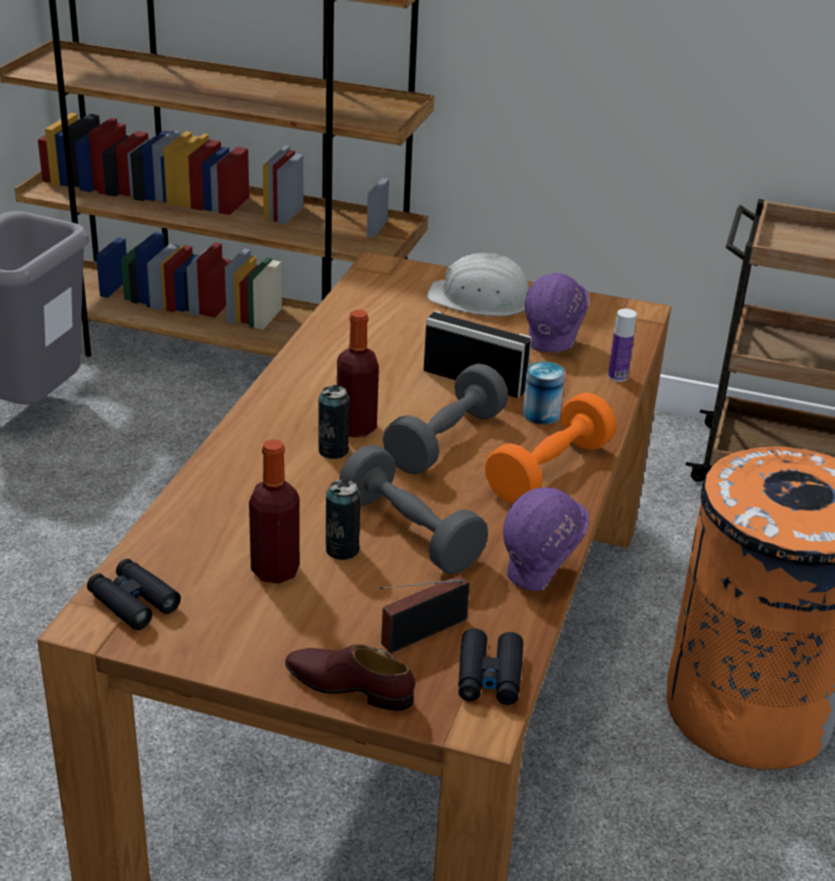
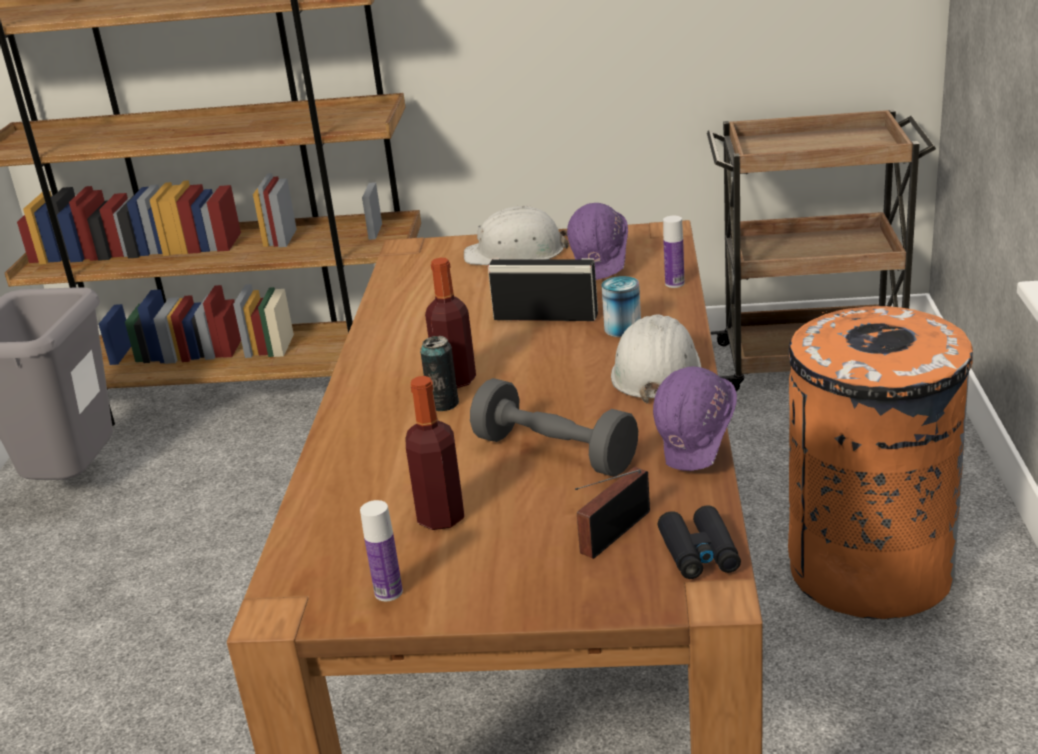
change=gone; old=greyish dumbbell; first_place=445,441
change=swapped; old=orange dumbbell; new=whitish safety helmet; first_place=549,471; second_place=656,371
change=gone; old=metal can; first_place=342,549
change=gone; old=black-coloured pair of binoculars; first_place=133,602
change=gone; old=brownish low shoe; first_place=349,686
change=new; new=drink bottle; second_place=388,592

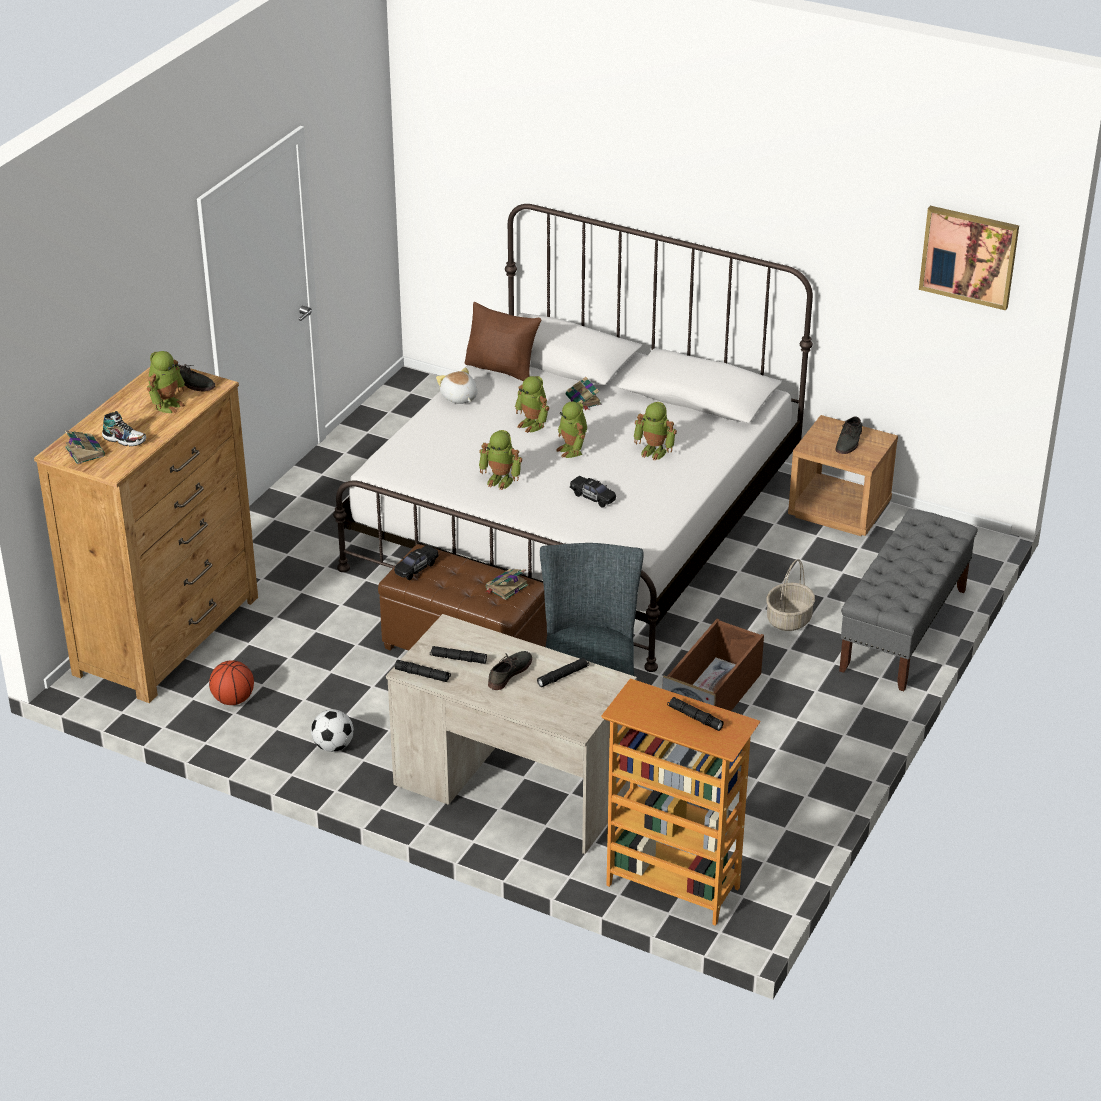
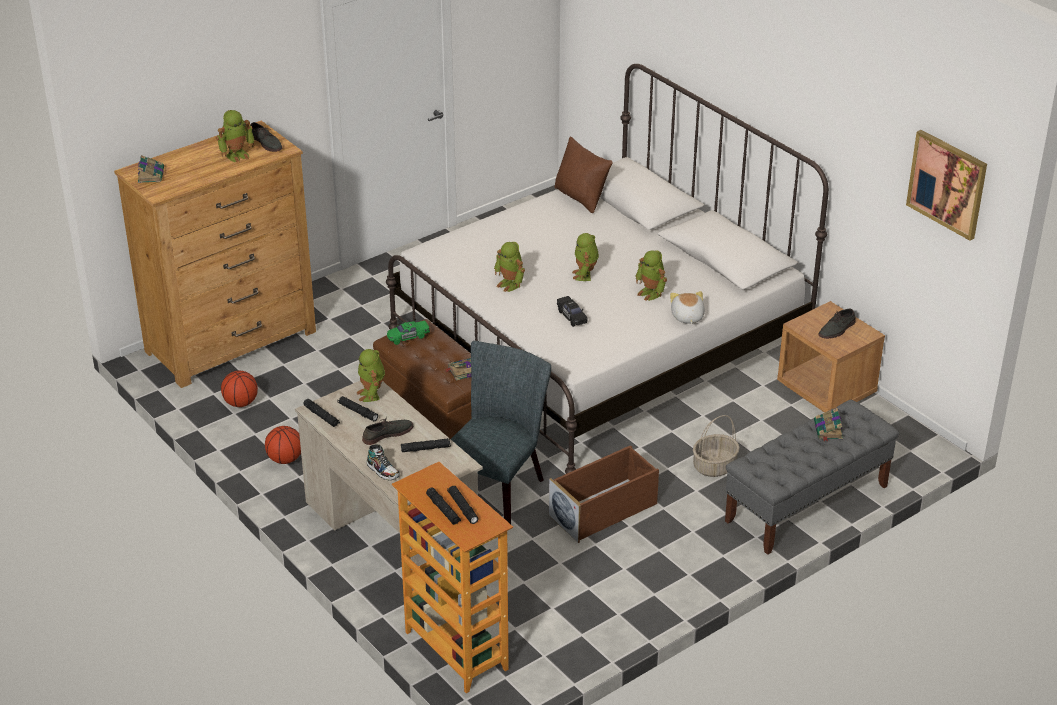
change=shifted; old=cuddly toy; first_place=459,398; second_place=687,317
change=shifted; old=toy robot; first_place=533,424; second_place=372,394
change=shifted; old=volume; first_place=583,400; second_place=828,430
change=shifted; old=low shoe; first_place=124,439; second_place=383,471
change=repainted; old=black-coloured toy car; new=green-coloured toy car; first_place=416,568; second_place=408,337
change=swapped; old=football; new=basketball; first_place=333,746; second_place=285,459
change=new; new=black-coloured torch; second_place=443,510

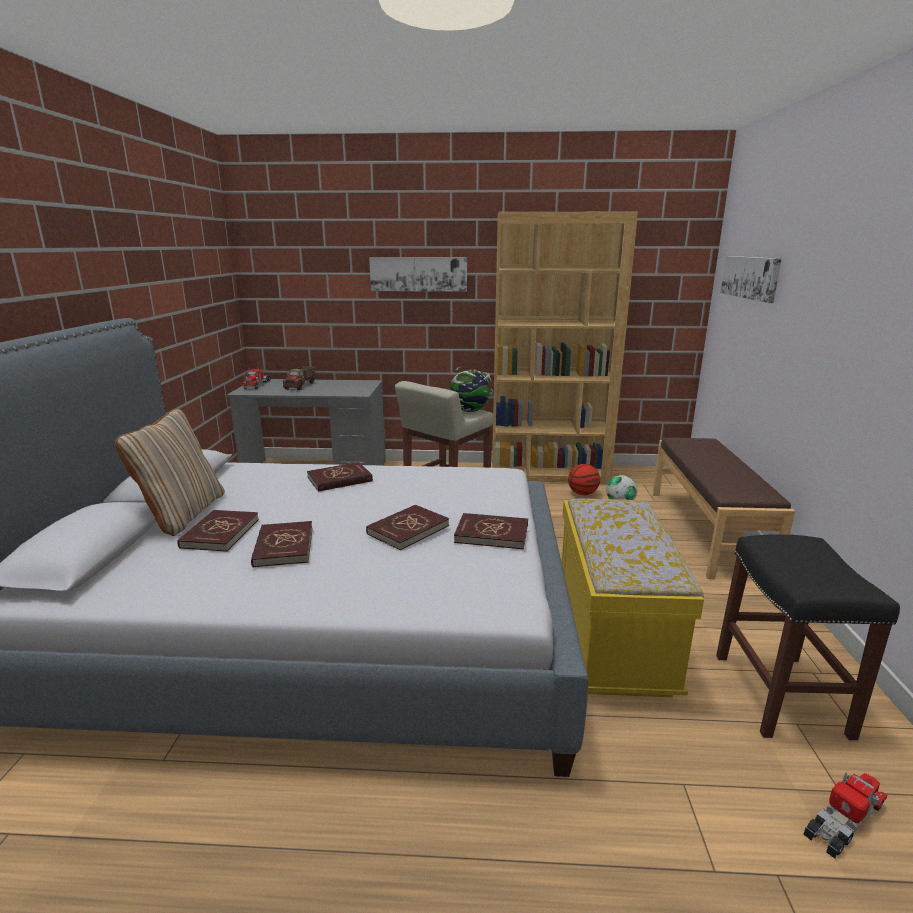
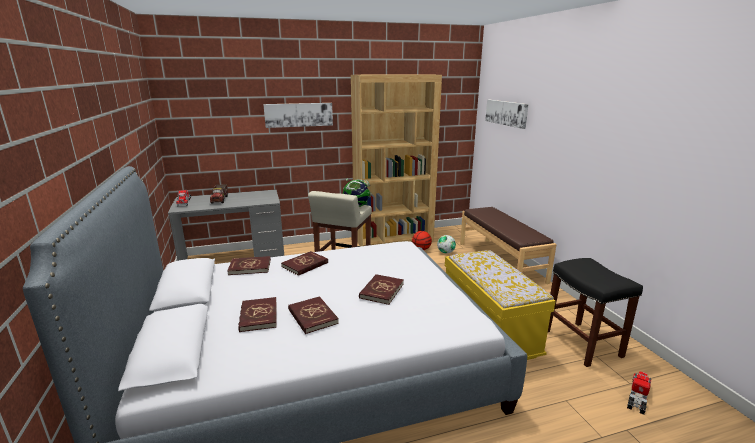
change=gone; old=sand-coloured pillow; first_place=182,514
change=shifted; old=red-coloured volume; first_place=492,534; second_place=250,267

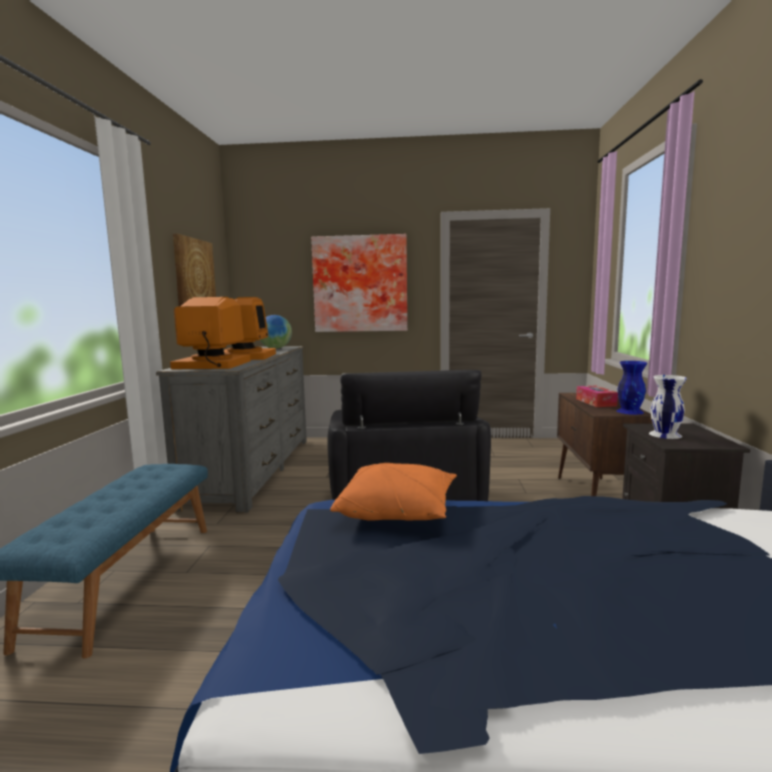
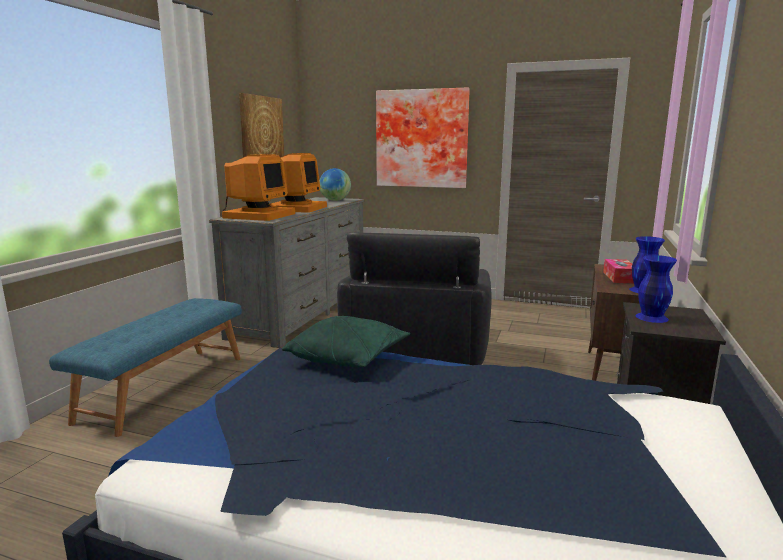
change=rotated; old=monitor; first_place=211,365; second_place=258,215; degrees=90
change=repainted; old=whitish vase; new=blue vase; first_place=664,434; second_place=651,317
change=repainted; old=orange pillow; new=green-coloured pillow; first_place=398,511; second_place=348,358

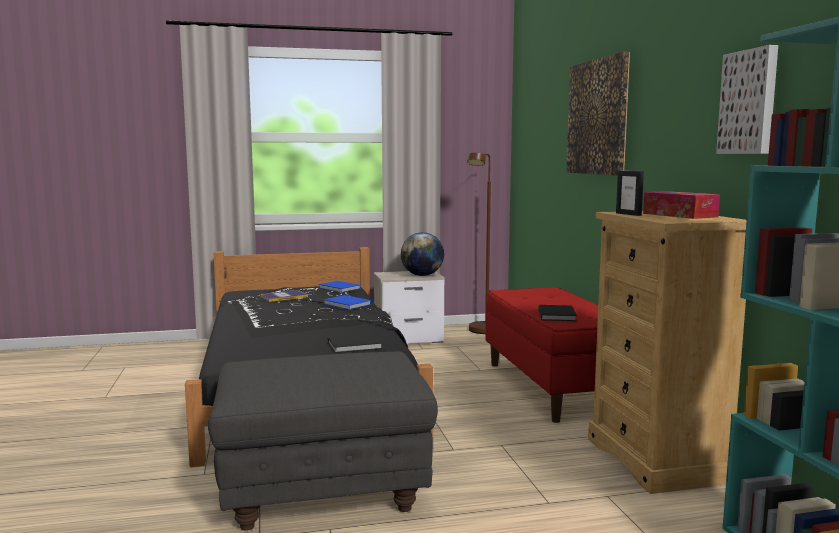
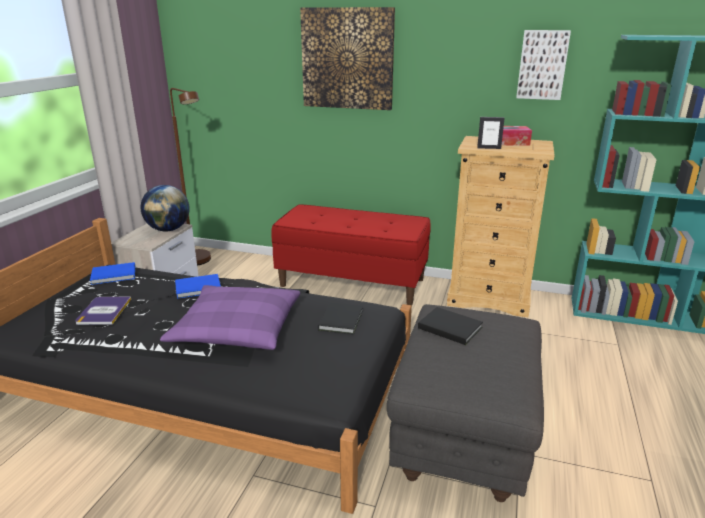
change=shifted; old=black-coloured volume; first_place=557,315; second_place=449,327
change=new; new=purplish pillow; second_place=237,329

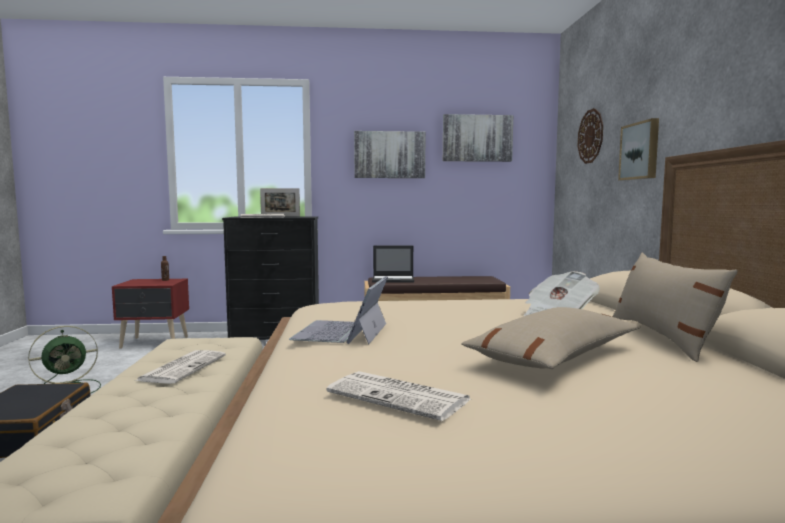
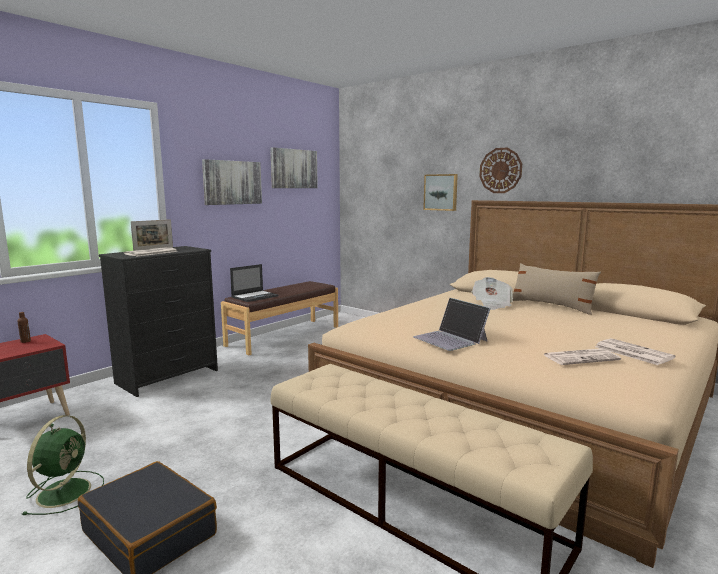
change=shifted; old=clock on the wall; first_place=590,136; second_place=500,170
change=gone; old=sand-coloured pillow; first_place=554,357
change=shifted; old=newspaper; first_place=183,367; second_place=632,352

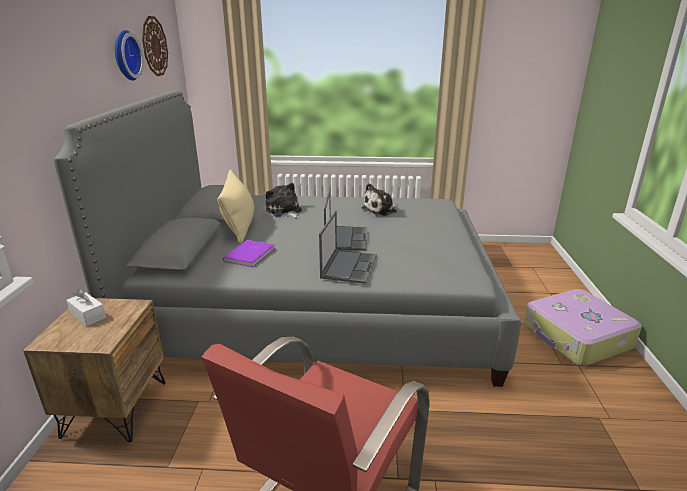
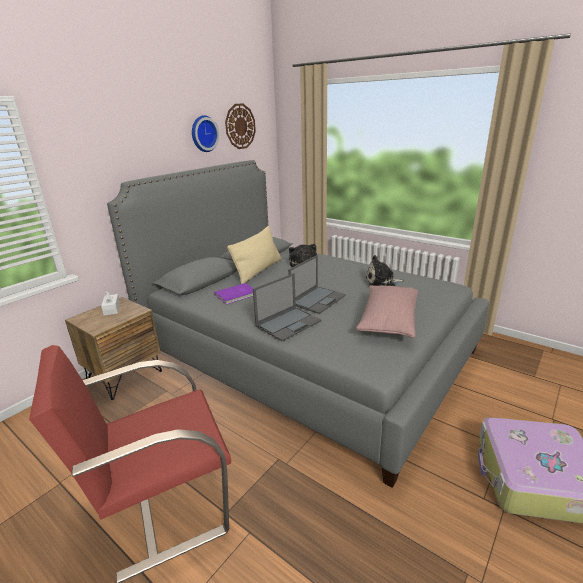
change=new; new=pink-coloured pillow; second_place=388,321

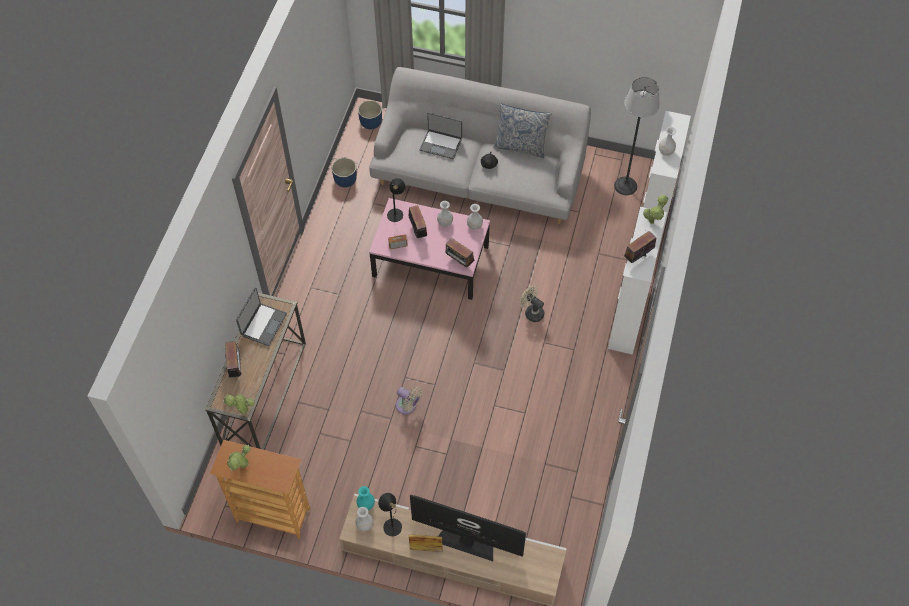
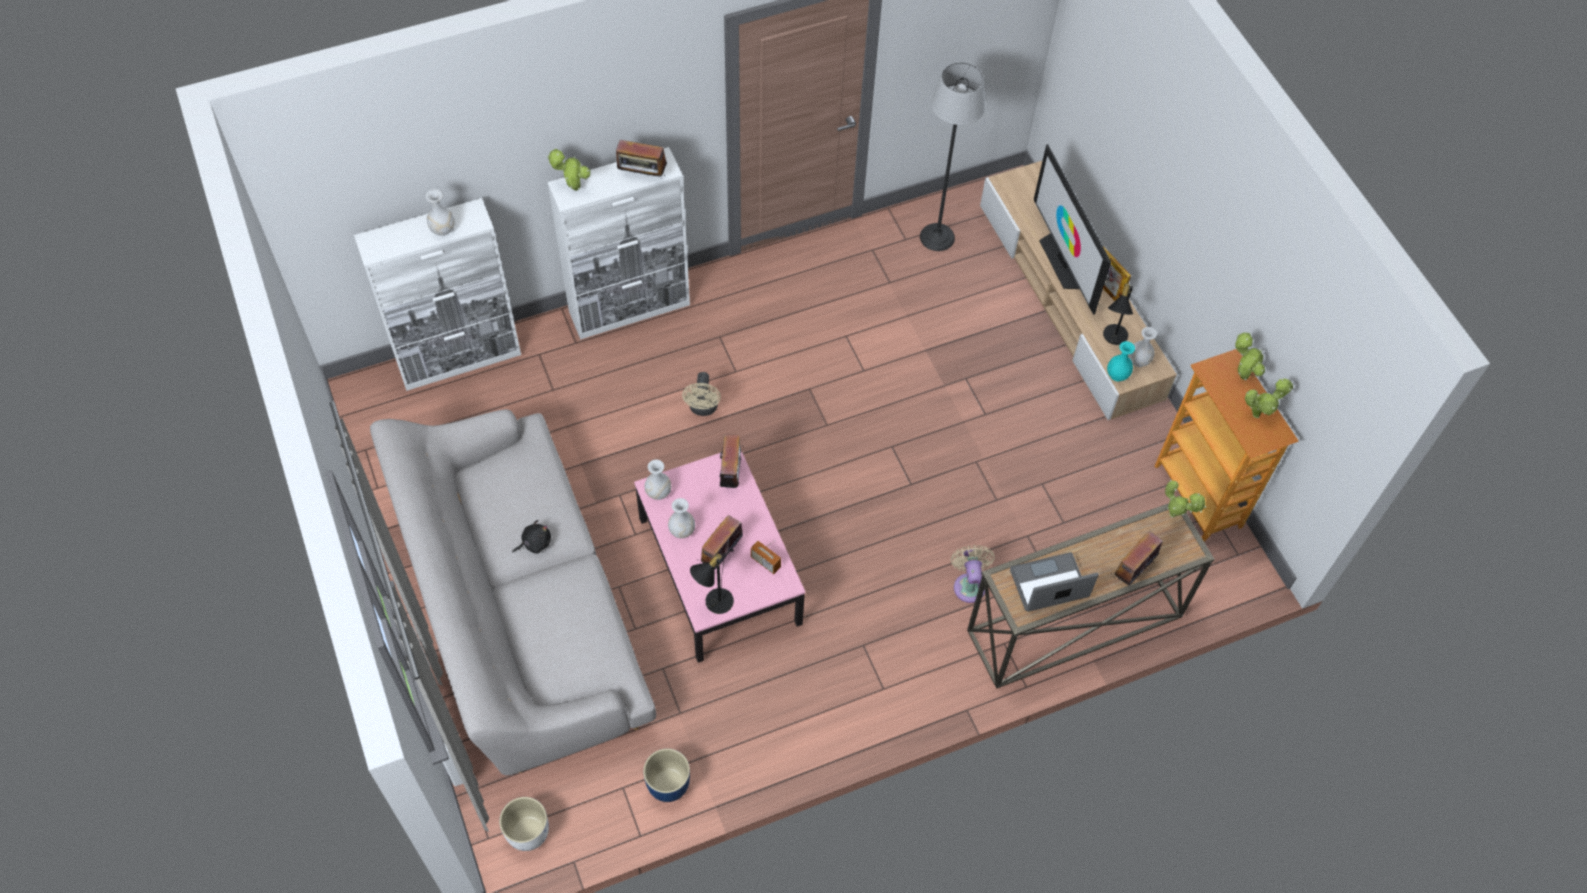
change=shifted; old=standard lamp; first_place=625,185; second_place=937,237
change=repainted; old=blue flower pot; new=whitish flower pot; first_place=371,122; second_place=527,832
change=gone; old=pillow; first_place=520,146
change=gone; old=notebook computer; first_place=441,144
change=shifted; old=sand-coloured electric fan; first_place=408,406; second_place=969,584
change=new; new=potted plant; second_place=1242,375

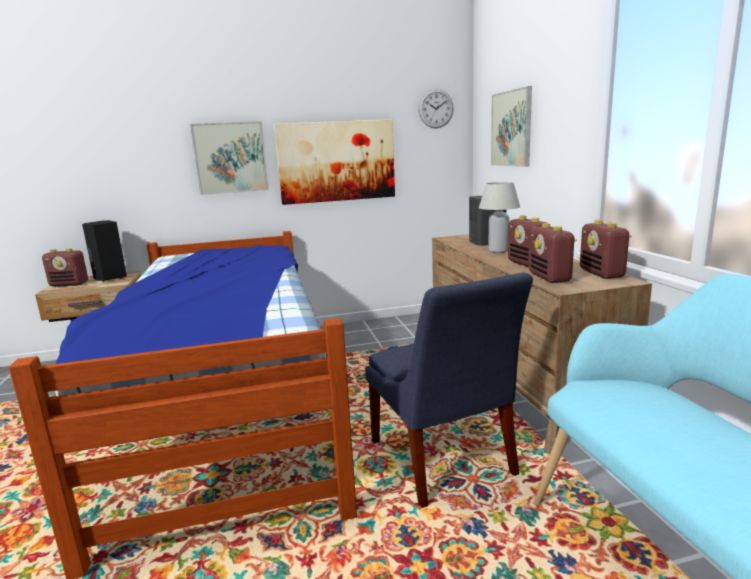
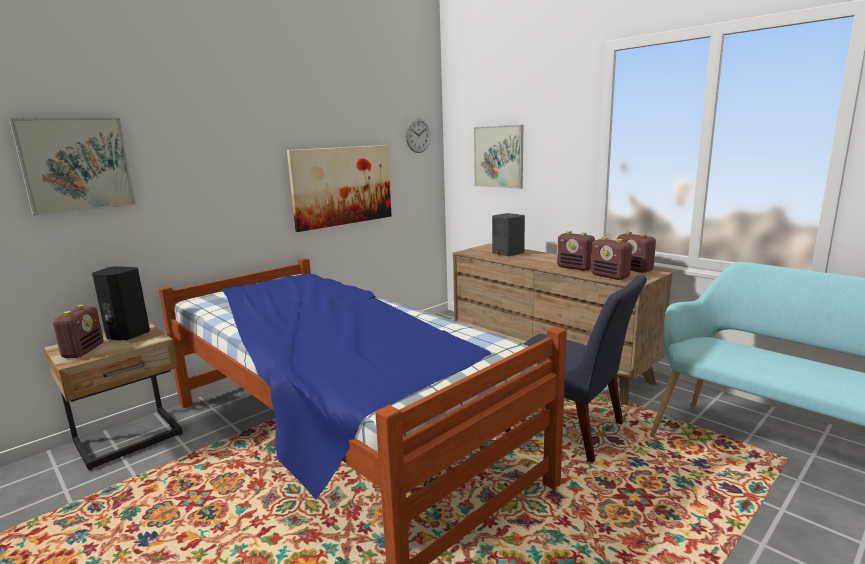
change=shifted; old=wall art; first_place=230,158; second_place=76,164
change=gone; old=whitish table lamp; first_place=498,251
change=rotated; old=radio set; first_place=69,284; second_place=83,351; degrees=-60

